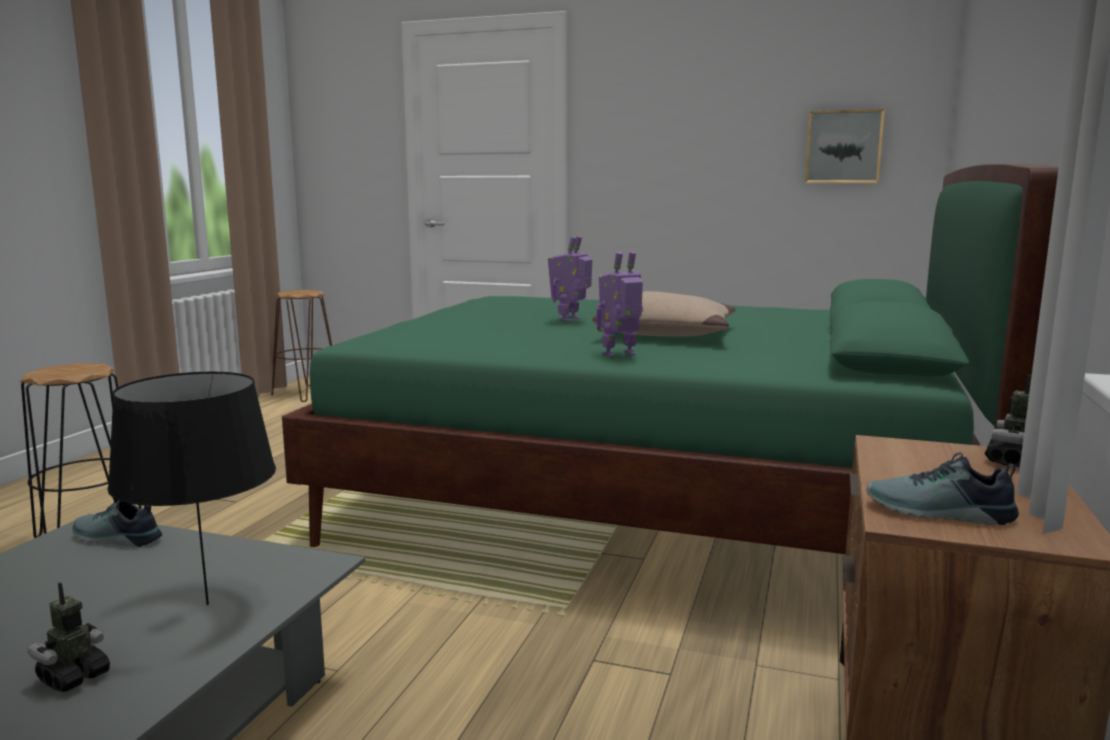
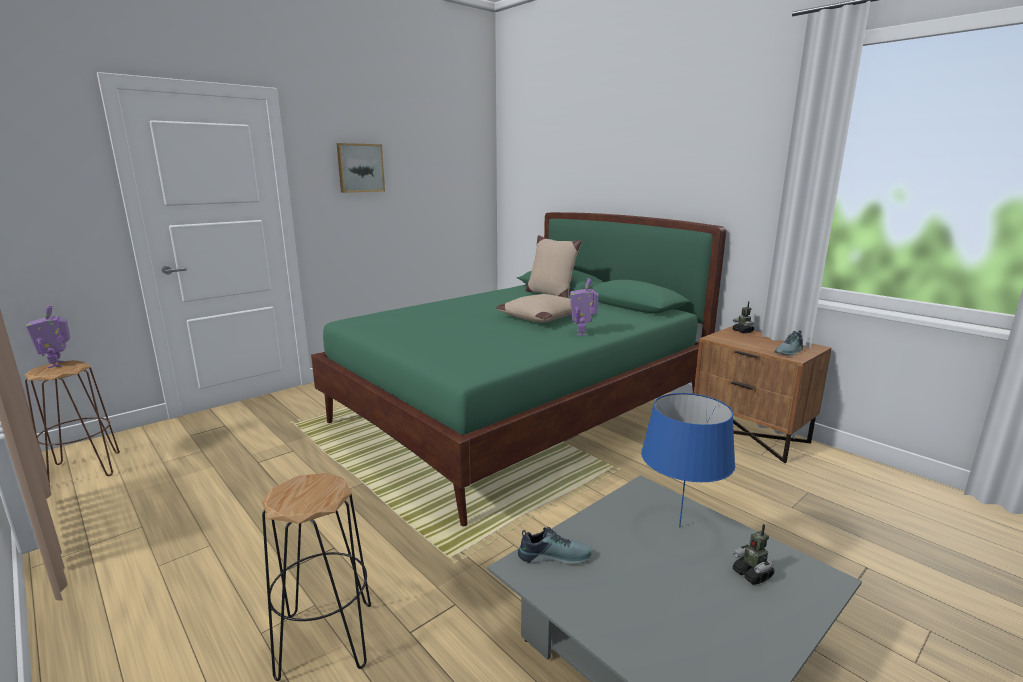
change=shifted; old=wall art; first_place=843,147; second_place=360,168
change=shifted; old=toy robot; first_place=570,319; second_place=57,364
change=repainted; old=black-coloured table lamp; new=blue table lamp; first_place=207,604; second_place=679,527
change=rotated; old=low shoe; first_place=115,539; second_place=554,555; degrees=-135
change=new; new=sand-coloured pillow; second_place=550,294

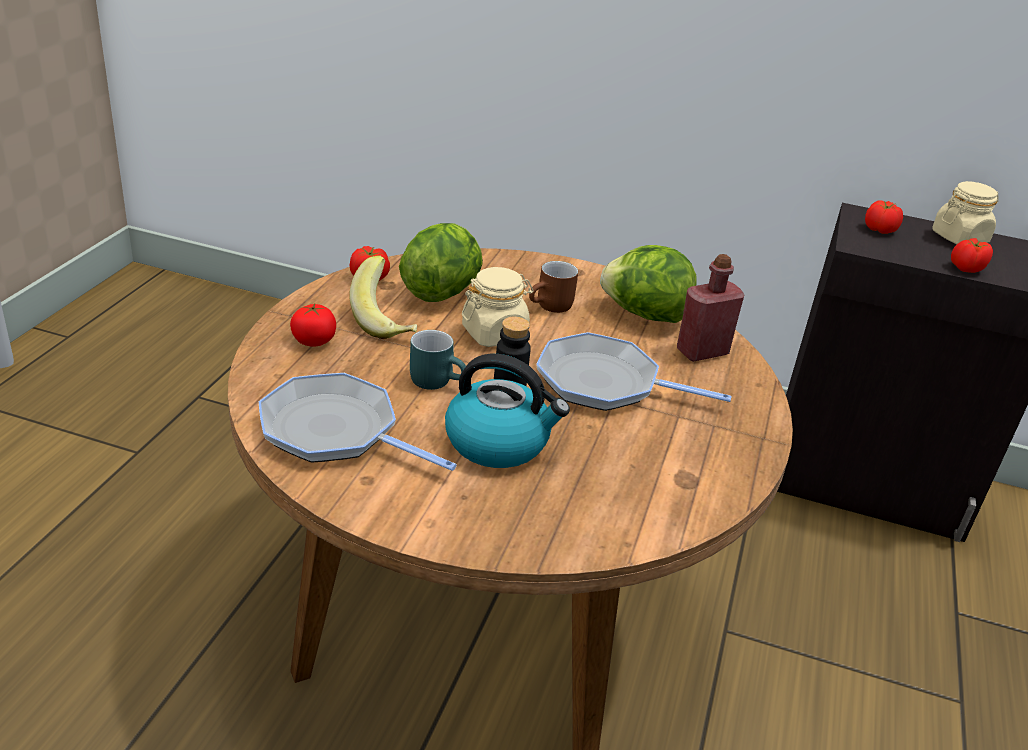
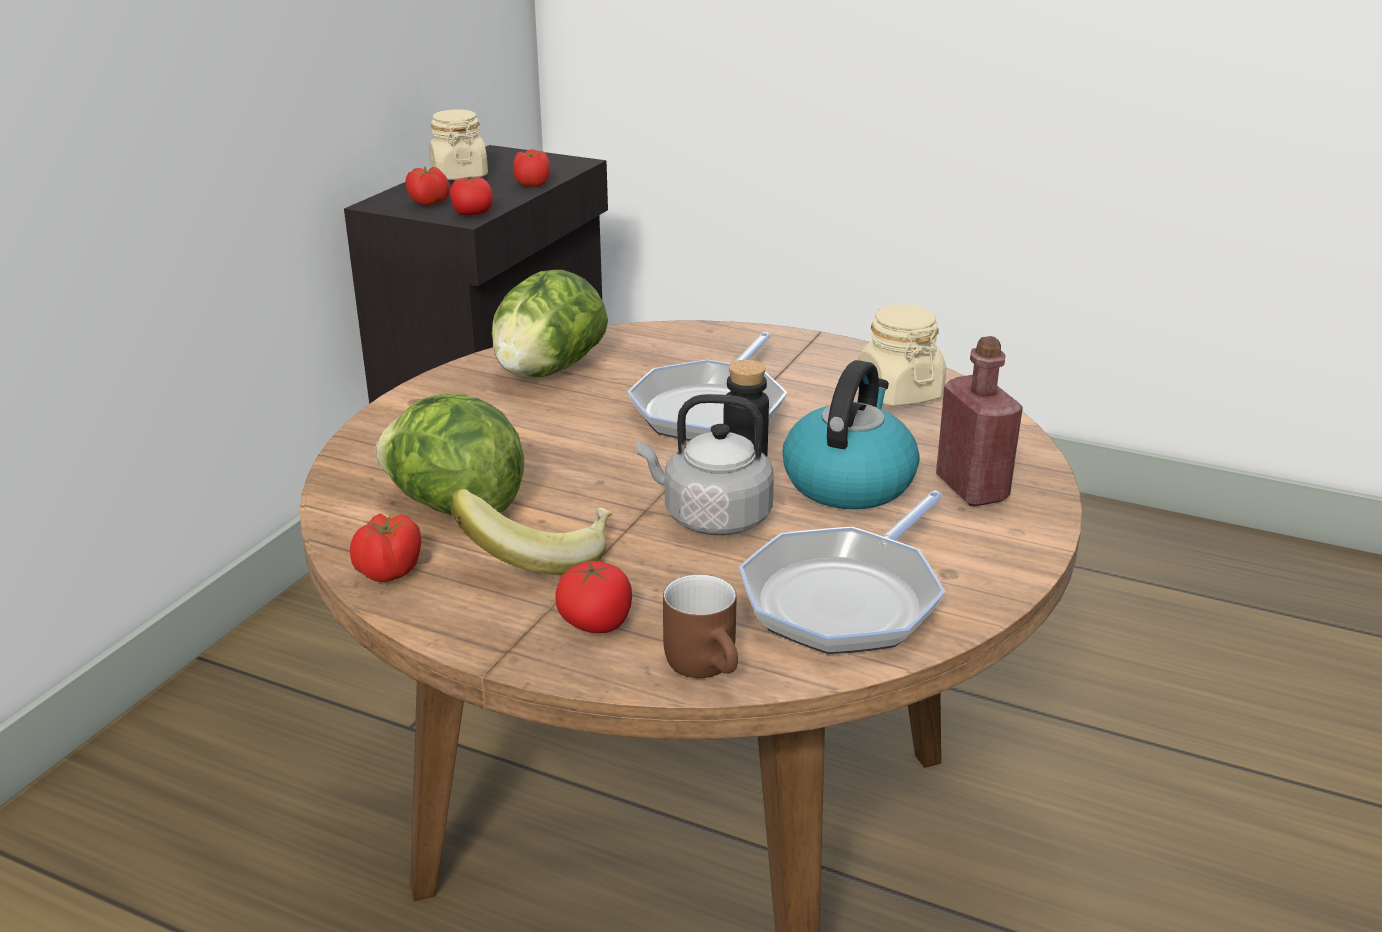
change=shifted; old=red-coloured drink bottle; first_place=702,352; second_place=971,488
change=shifted; old=brownish mug; first_place=552,307; second_place=709,665
change=shifted; old=sand-coloured jar; first_place=494,334; second_place=898,393
change=swapped; old=turquoise-coloured mug; new=greyish kettle; first_place=437,380; second_place=711,518
change=new; new=tomato; second_place=472,214

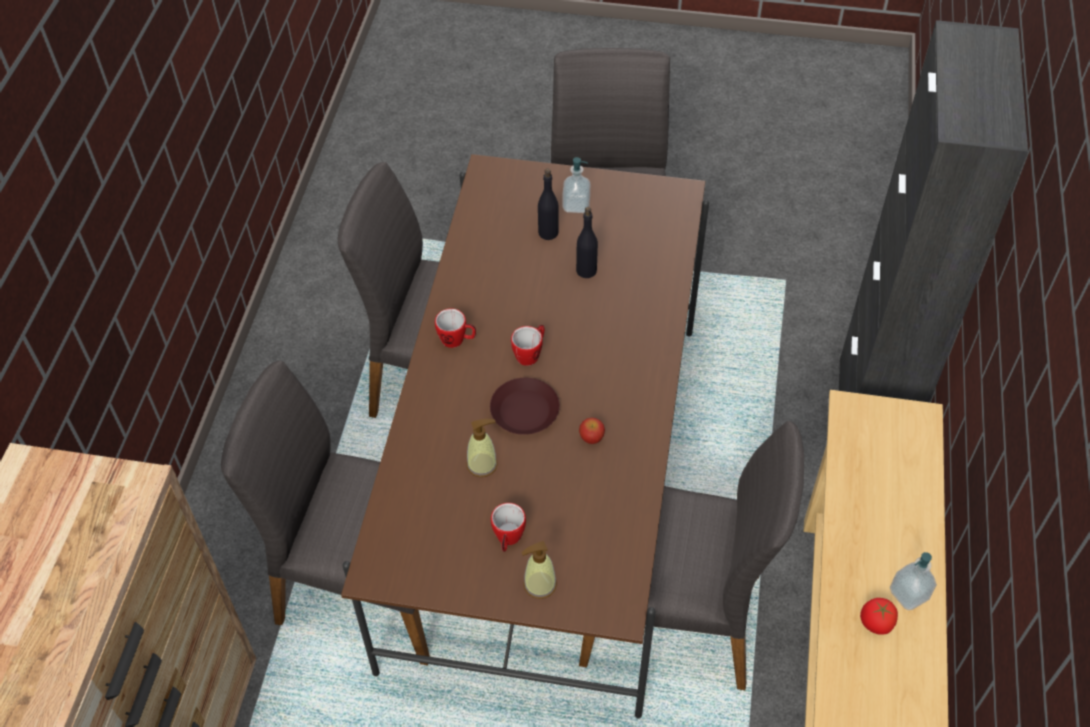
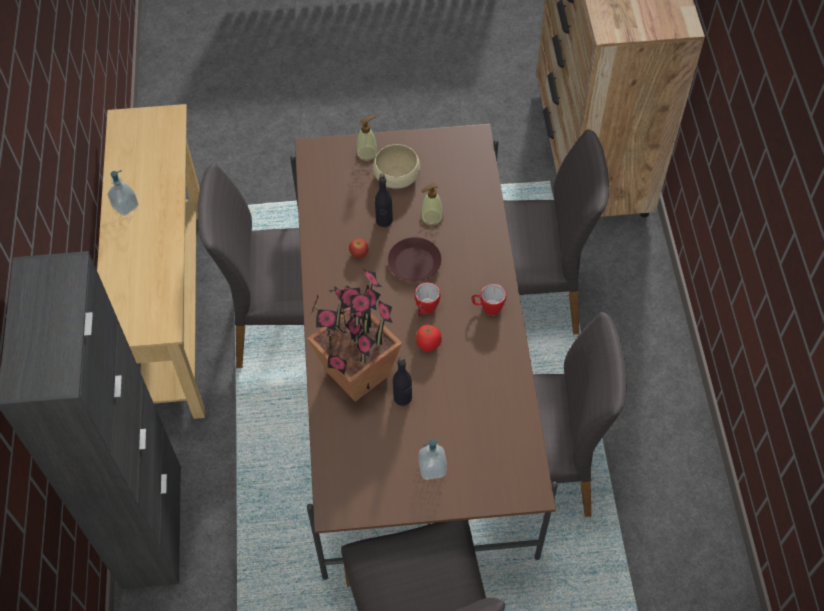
change=shifted; old=black-coloured drink bottle; first_place=548,232; second_place=384,221
change=swapped; old=mug; new=sand-coloured serving bowl; first_place=508,539; second_place=396,175
change=shifted; old=tomato; first_place=875,623; second_place=428,344
change=new; new=potted plant; second_place=357,373

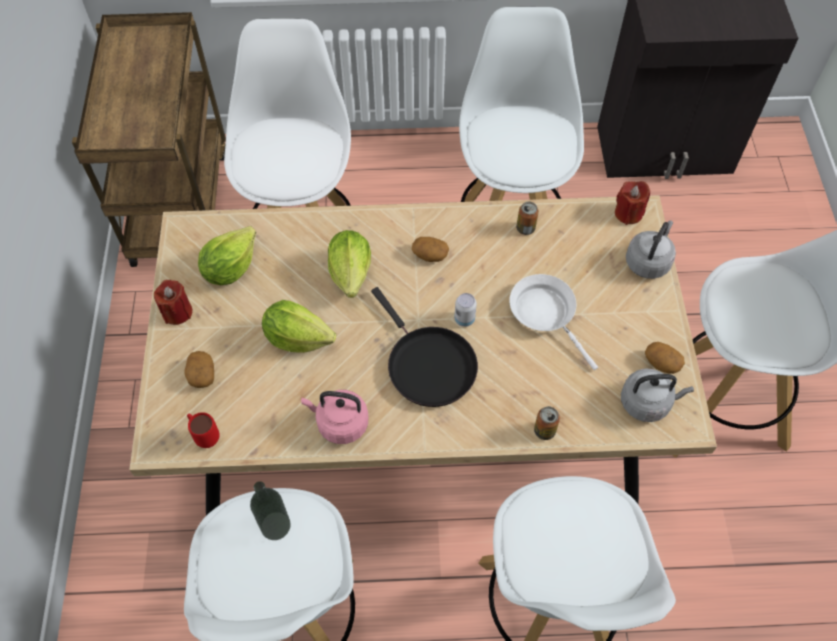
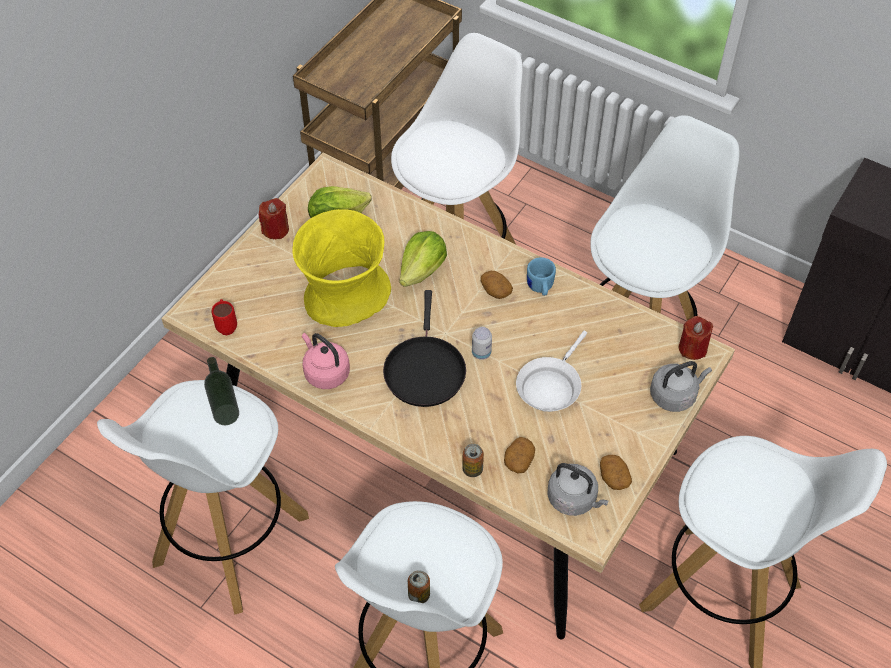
change=shifted; old=metal can; first_place=525,228; second_place=419,595
change=rotated; old=whitish pan; first_place=546,314; second_place=550,386; degrees=-150
change=swapped; old=head of lettuce; new=yellow-coloured vase; first_place=297,338; second_place=345,295
change=shifted; old=potato; first_place=201,374; second_place=518,460
change=new; new=blue mug; second_place=540,288

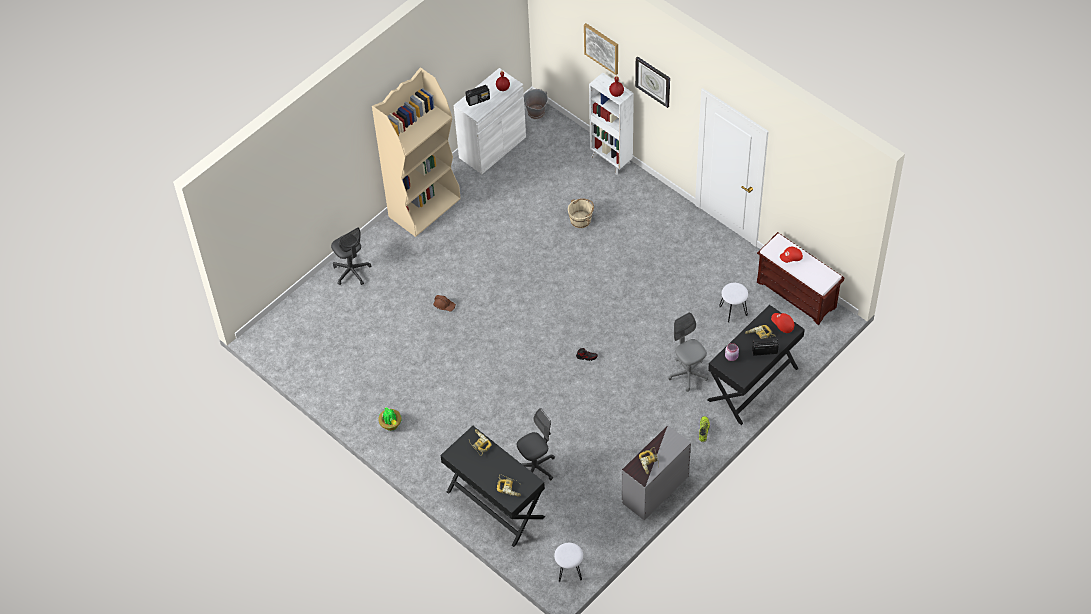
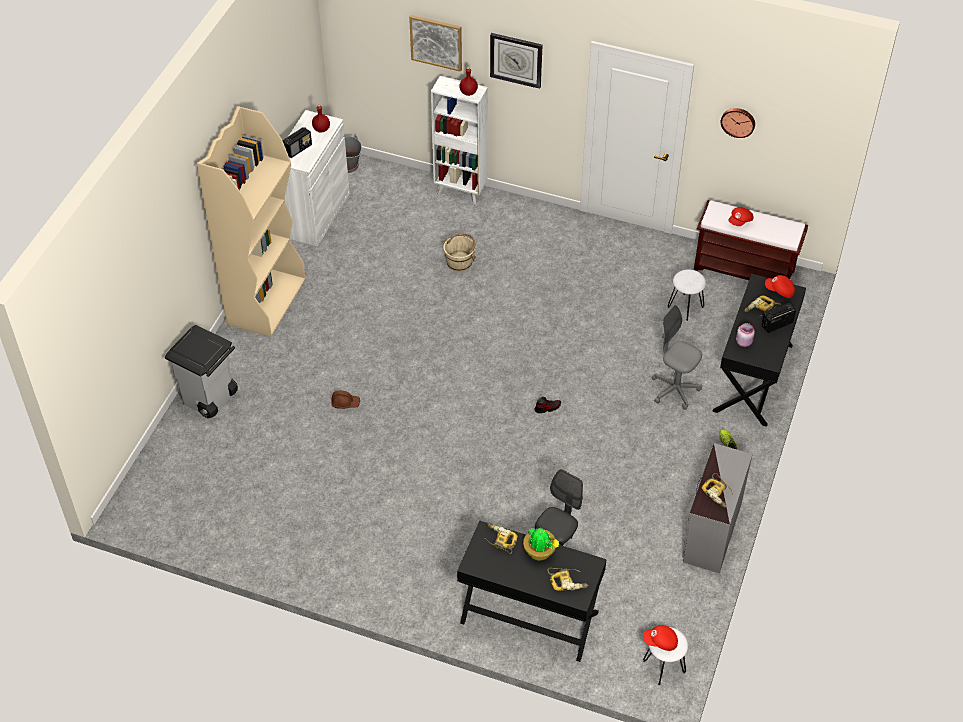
change=swapped; old=greyish computer chair; new=greyish trash can; first_place=352,271; second_place=210,399
change=shifted; old=potted plant; first_place=391,425; second_place=540,552
change=new; new=clock on the wall; second_place=738,121
change=new; new=red-coloured peaked cap; second_place=660,642

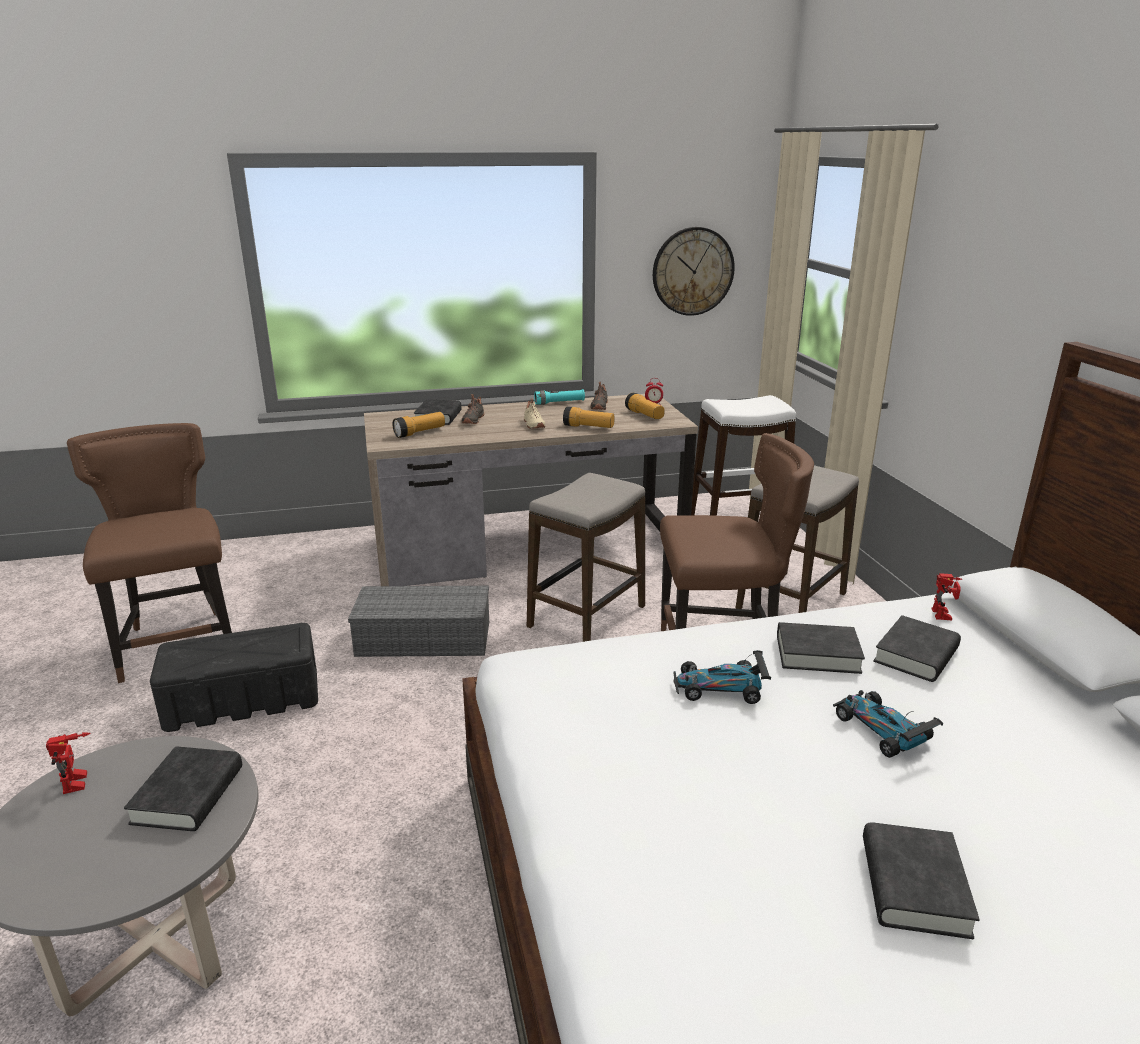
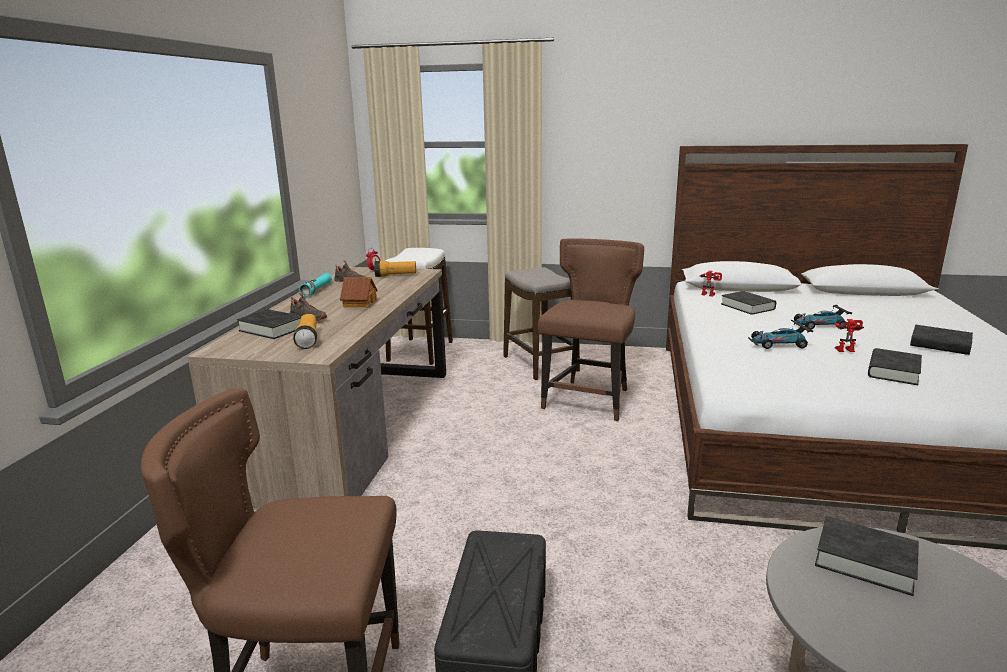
change=gone; old=clock on the wall; first_place=693,271
change=swapped; old=sand-coloured low shoe; new=model house; first_place=533,424; second_place=359,303
change=gone; old=torch; first_place=588,427
change=gone; old=stool seat; first_place=587,617
change=gone; old=greyish storage bin; first_place=426,638
change=shifted; old=black-coloured volume; first_place=817,654; second_place=893,371
change=rotated; old=toy car; first_place=720,688; second_place=778,343; degrees=60
change=shifted; old=toy robot; first_place=79,783; second_place=845,349

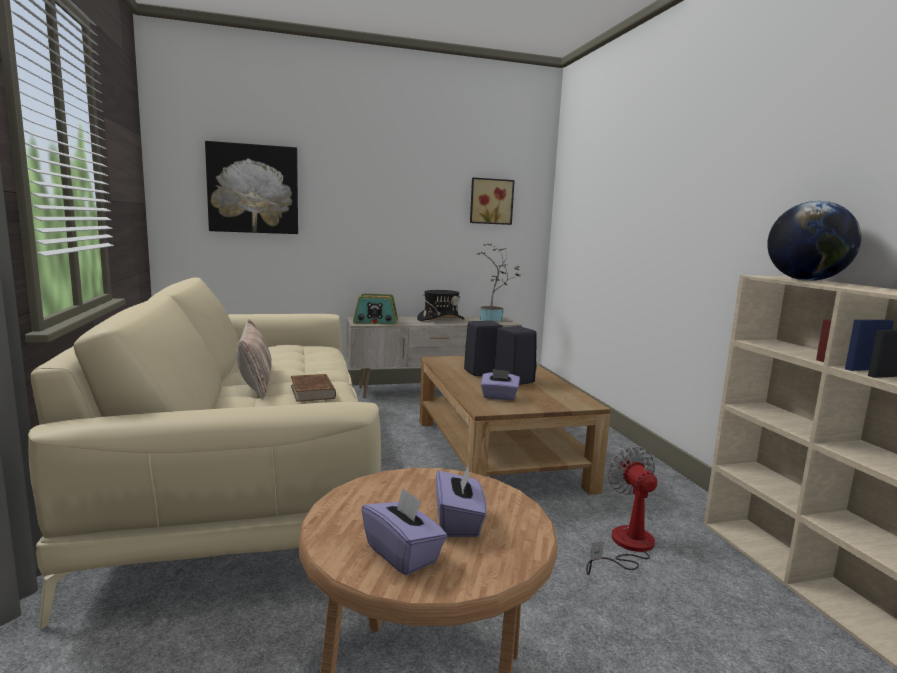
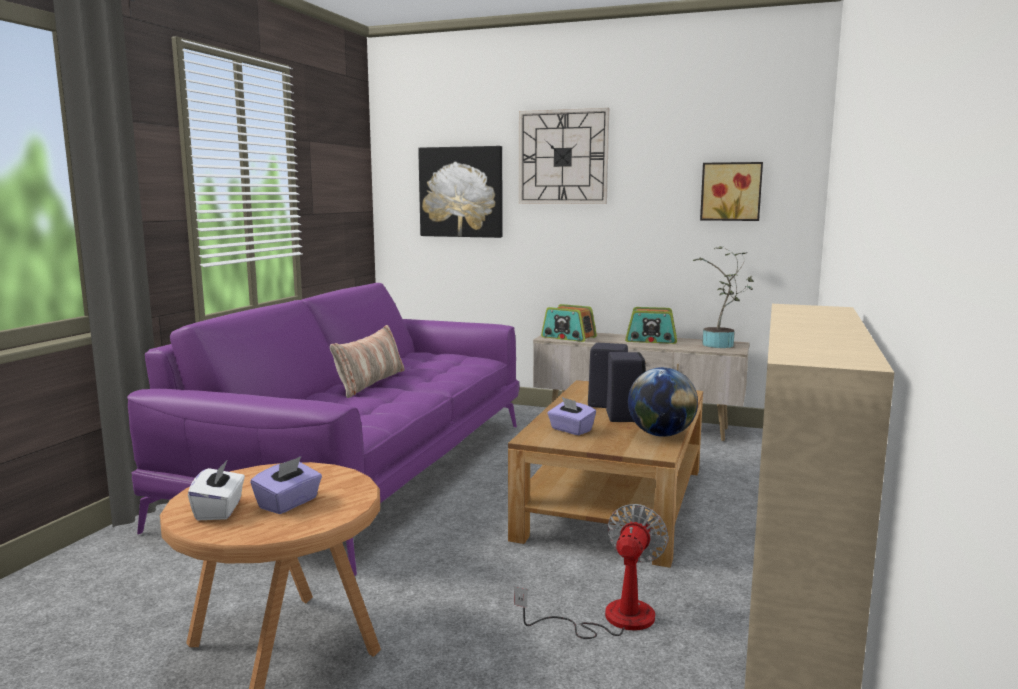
change=shifted; old=desk globe; first_place=805,280; second_place=661,434
change=repainted; old=sand-coloured settee; new=purplish settee; first_place=249,472; second_place=365,469
change=swapped; old=black-coloured clothing hat; new=radio set; first_place=440,319; second_place=651,340
change=gone; old=brownish volume; first_place=313,391
change=repainted; old=purplish tissue box; new=whitish tissue box; first_place=403,554; second_place=219,510
change=new; new=clock on the wall; second_place=563,157

